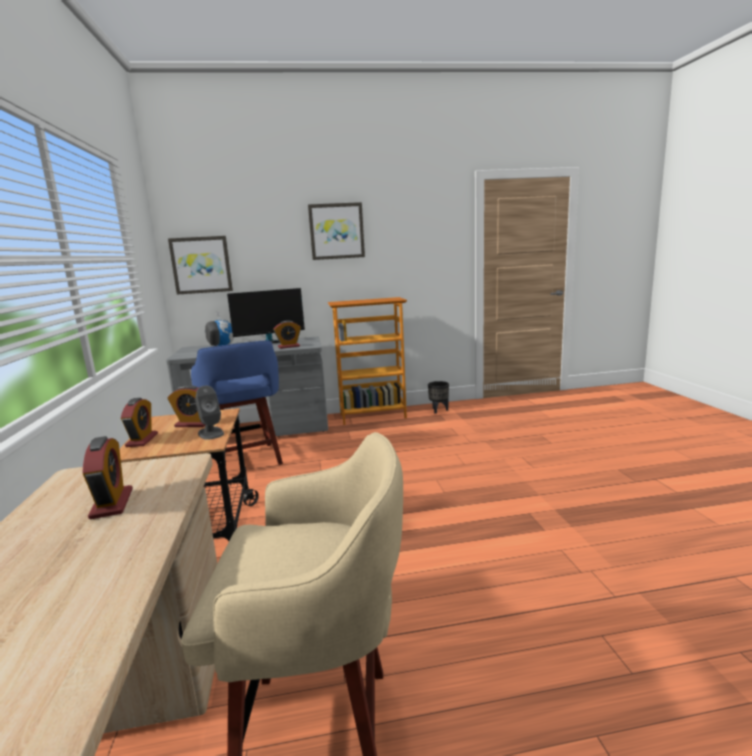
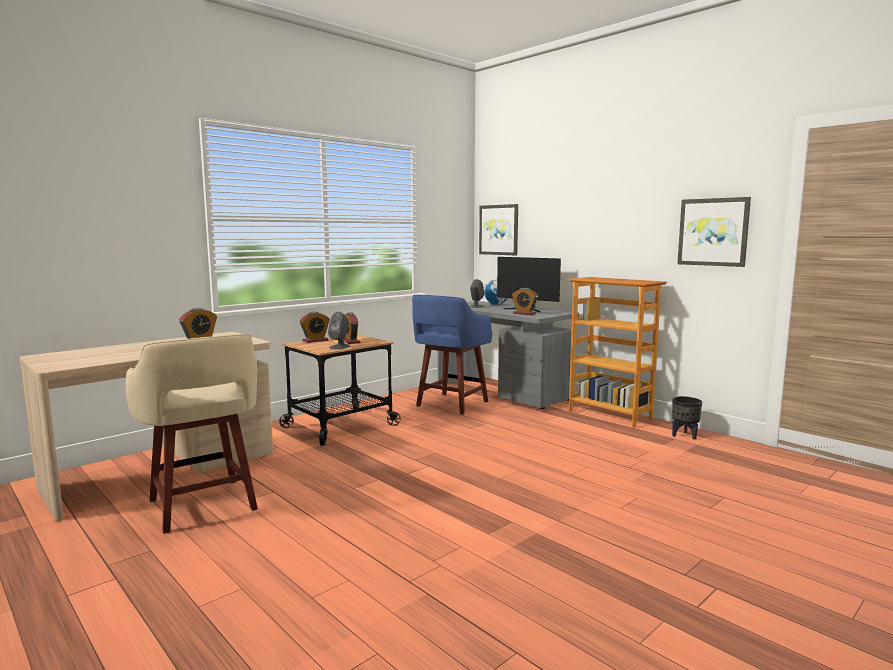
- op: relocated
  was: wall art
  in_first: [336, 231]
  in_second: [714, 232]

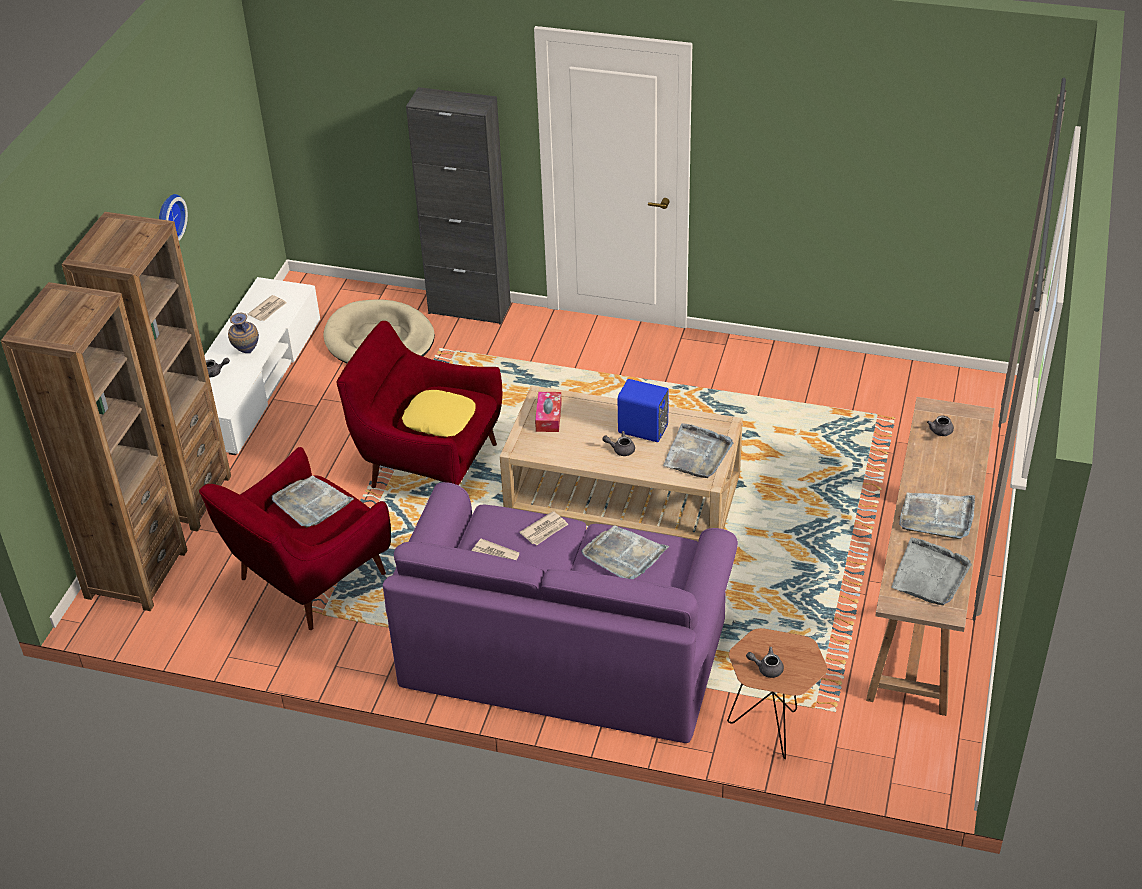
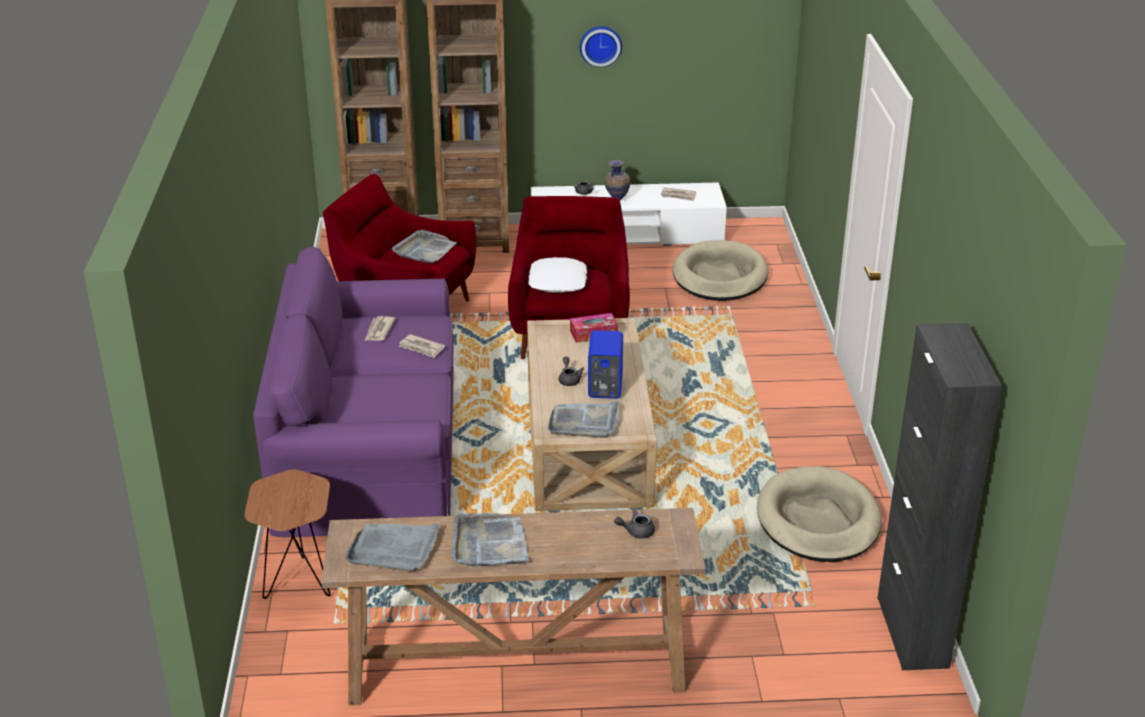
- op: colour
  was: yellow cushion
  now: white-coloured cushion
  in_first: [438, 413]
  in_second: [558, 275]
- op: relocated
  was: blackish storage cabinet
  in_first: [458, 206]
  in_second: [939, 496]
- op: missing
  was: grey serving tray
  in_first: [625, 552]
- op: missing
  was: grey tea pot
  in_first: [765, 662]
- op: appeared
  now: sand-coloured pet bed
  in_second: [819, 514]

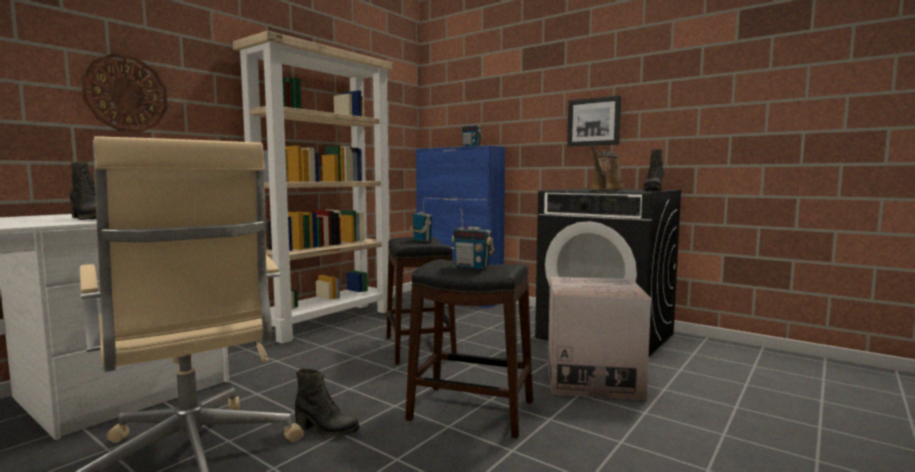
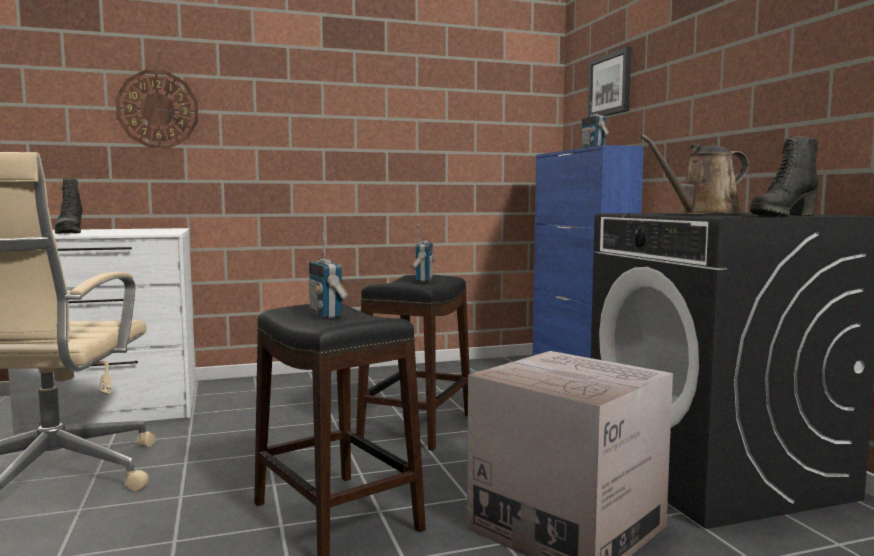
- op: missing
  was: sand-coloured bookshelf
  in_first: [313, 187]
- op: missing
  was: blackish boot
  in_first: [327, 403]
- op: relocated
  was: wall art
  in_first: [594, 121]
  in_second: [609, 82]

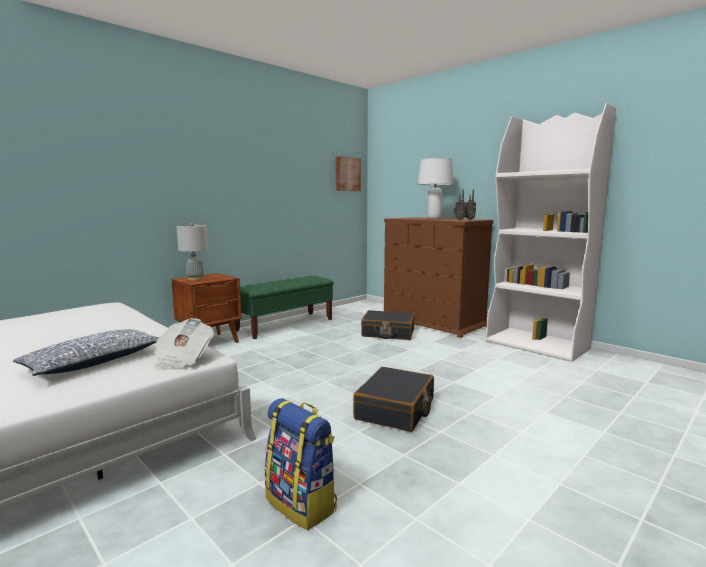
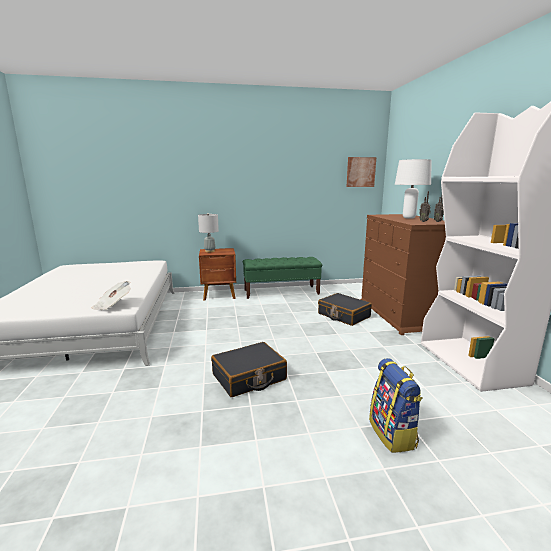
- op: missing
  was: cushion
  in_first: [86, 352]
- op: relocated
  was: rucksack
  in_first: [301, 464]
  in_second: [395, 405]

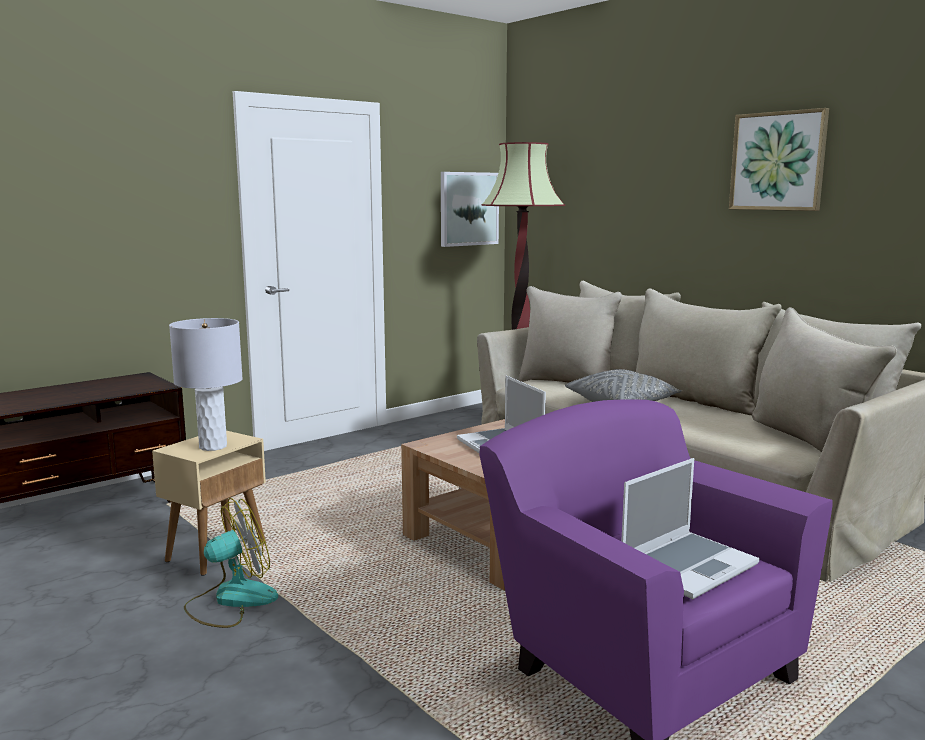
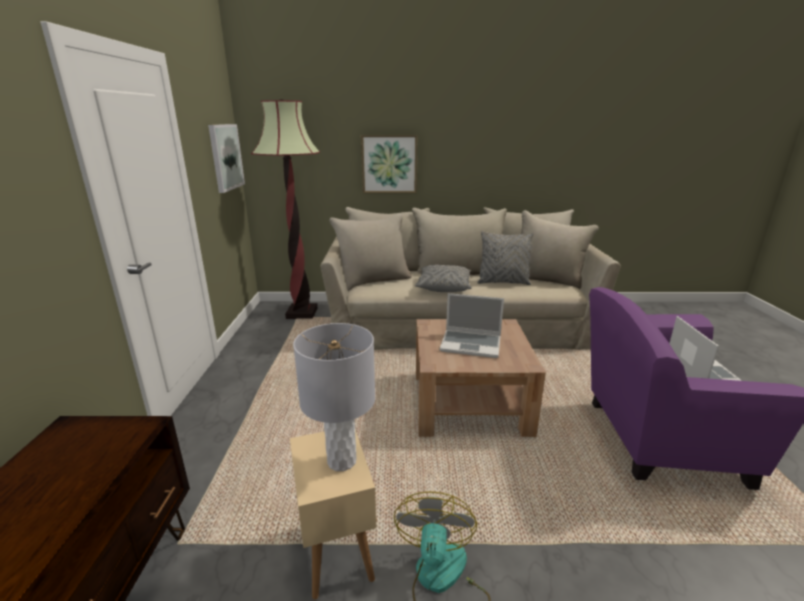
- op: relocated
  was: wall art
  in_first: [779, 159]
  in_second: [389, 164]
- op: appeared
  now: grey cushion
  in_second: [505, 258]

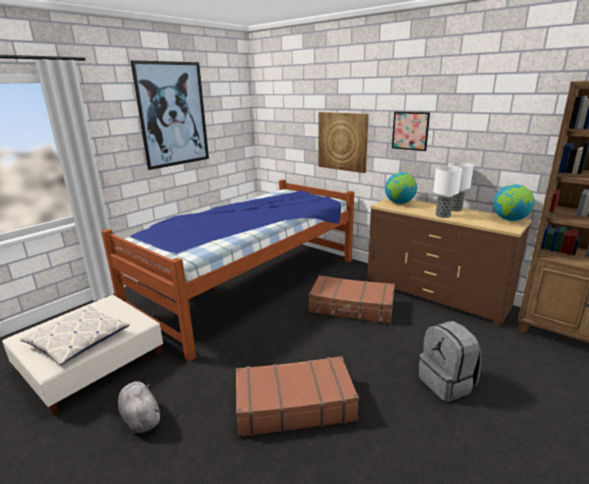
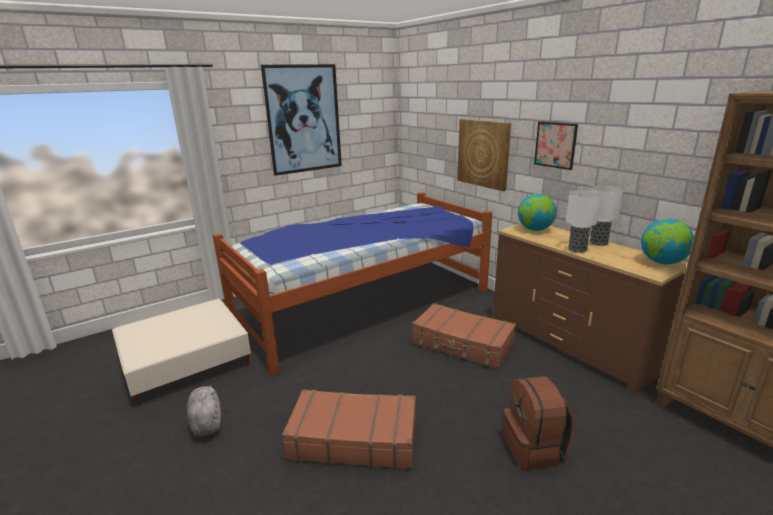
- op: missing
  was: cushion
  in_first: [75, 335]
- op: colour
  was: grey rucksack
  now: brown-coloured rucksack
  in_first: [450, 361]
  in_second: [538, 423]

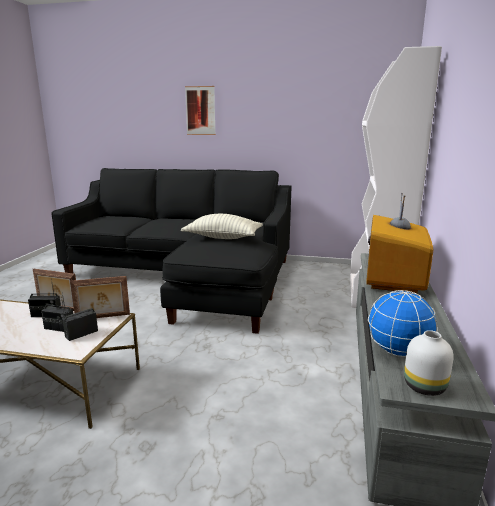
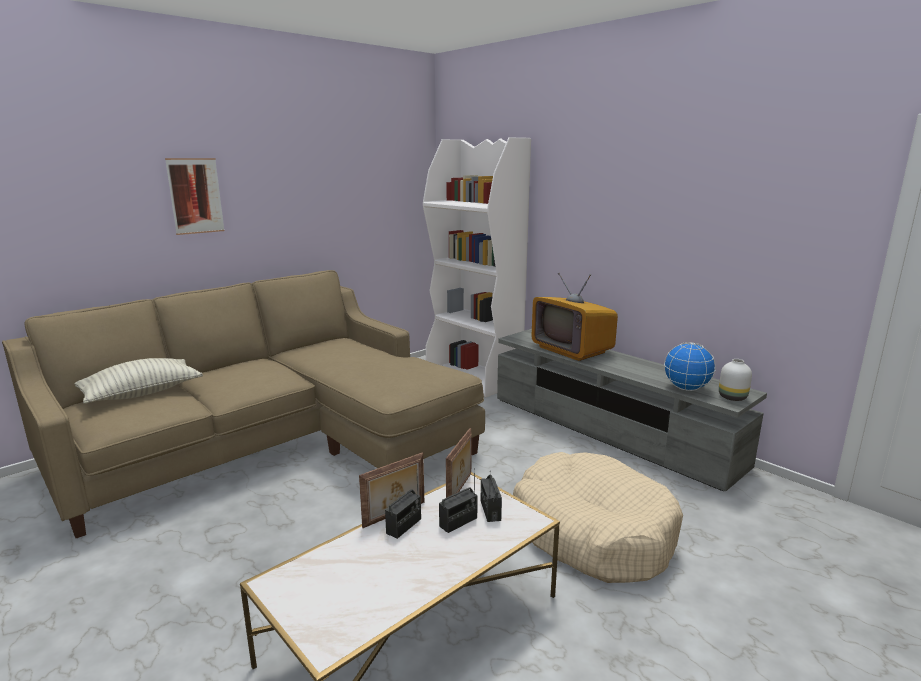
- op: colour
  was: blackish sofa
  now: sand-coloured sofa
  in_first: [172, 251]
  in_second: [243, 404]
- op: relocated
  was: cushion
  in_first: [222, 226]
  in_second: [139, 381]
- op: appeared
  now: sand-coloured pet bed
  in_second: [598, 517]

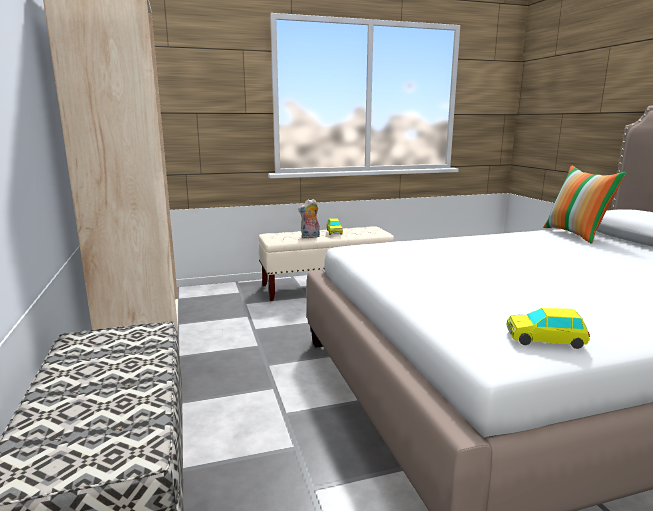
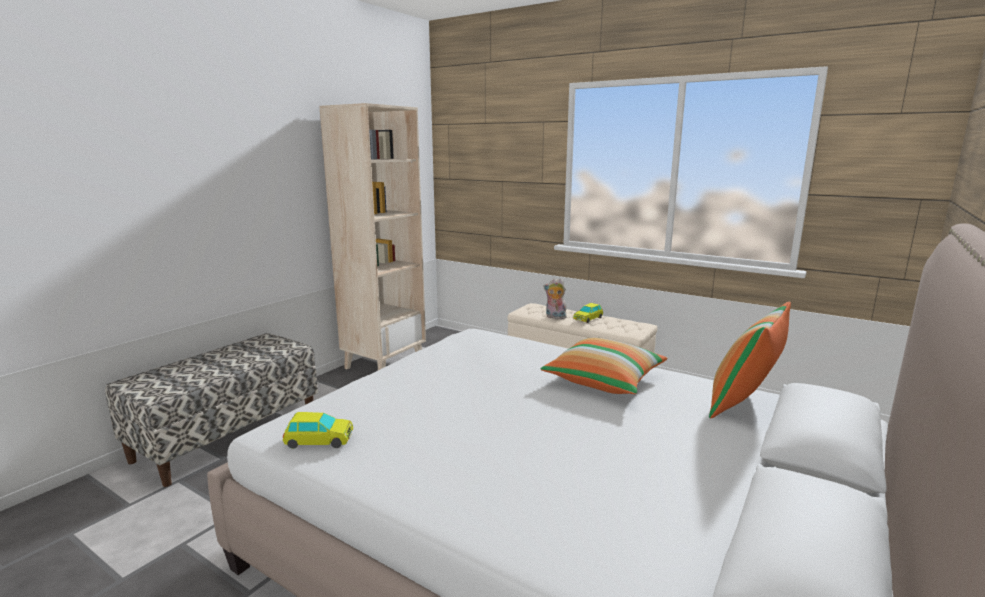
- op: spun
  was: model car
  in_first: [548, 328]
  in_second: [317, 430]
  clockwise: 120
- op: appeared
  now: cushion
  in_second: [603, 365]

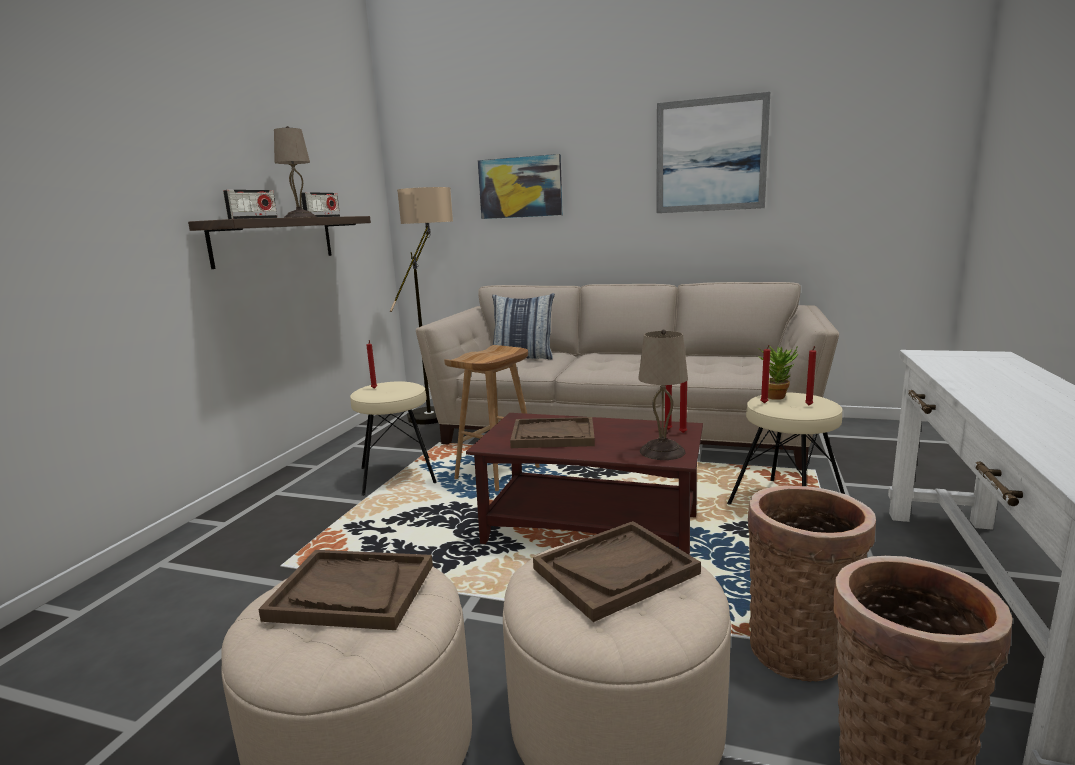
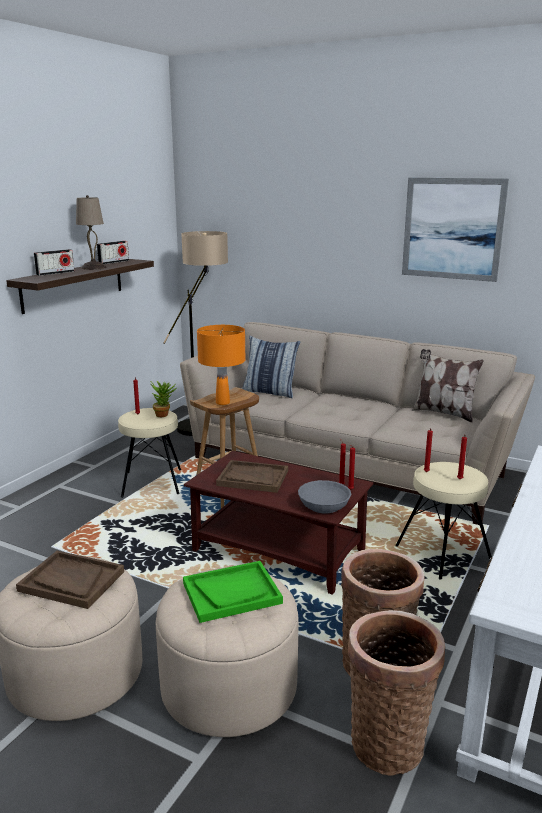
- op: missing
  was: wall art
  in_first: [520, 186]
- op: colour
  was: brown-coloured serving tray
  now: greenish serving tray
  in_first: [617, 571]
  in_second: [233, 592]
- op: exchanged
  was: sand-coloured table lamp
  now: grey serving bowl
  in_first: [663, 395]
  in_second: [325, 496]
- op: relocated
  was: houseplant
  in_first: [778, 373]
  in_second: [163, 399]
- op: appeared
  now: orange table lamp
  in_second: [221, 365]
- op: appeared
  now: cushion
  in_second: [448, 385]

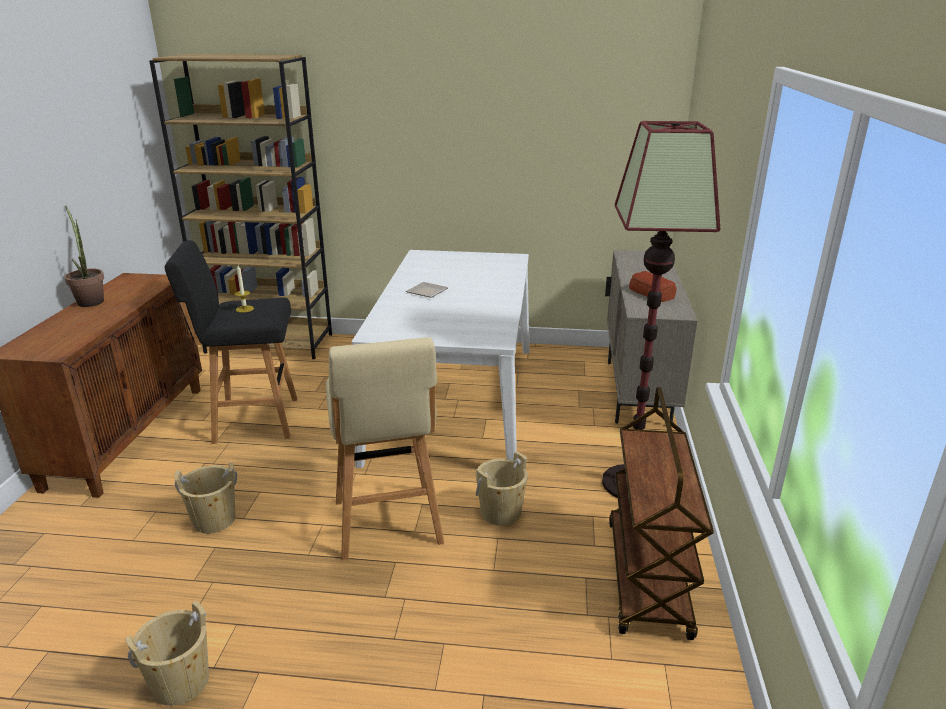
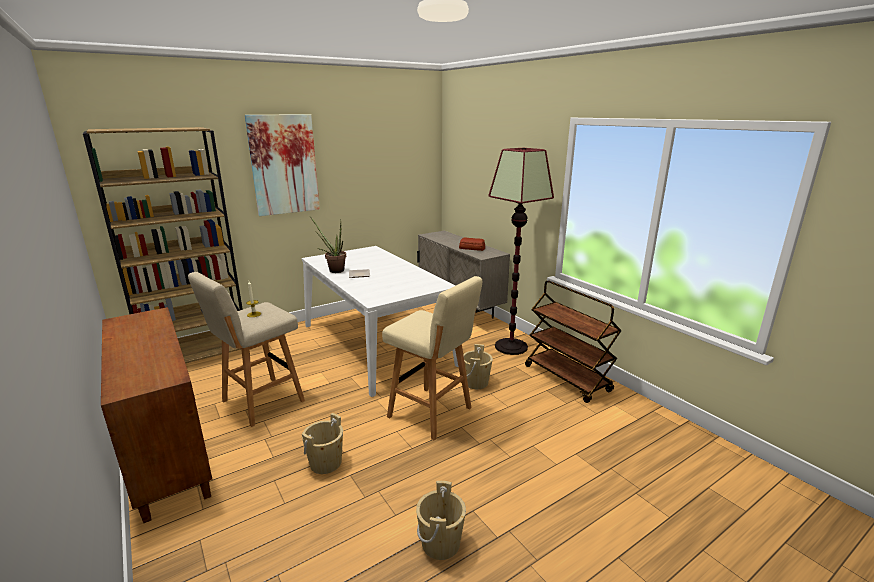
- op: relocated
  was: houseplant
  in_first: [84, 256]
  in_second: [328, 244]
- op: colour
  was: blackish stool
  now: sand-coloured stool
  in_first: [231, 342]
  in_second: [246, 349]
- op: appeared
  now: wall art
  in_second: [282, 165]

